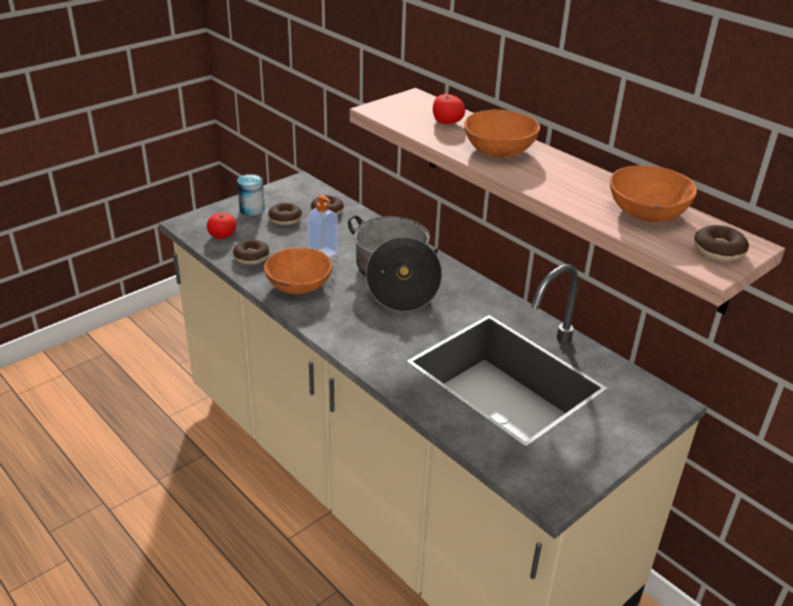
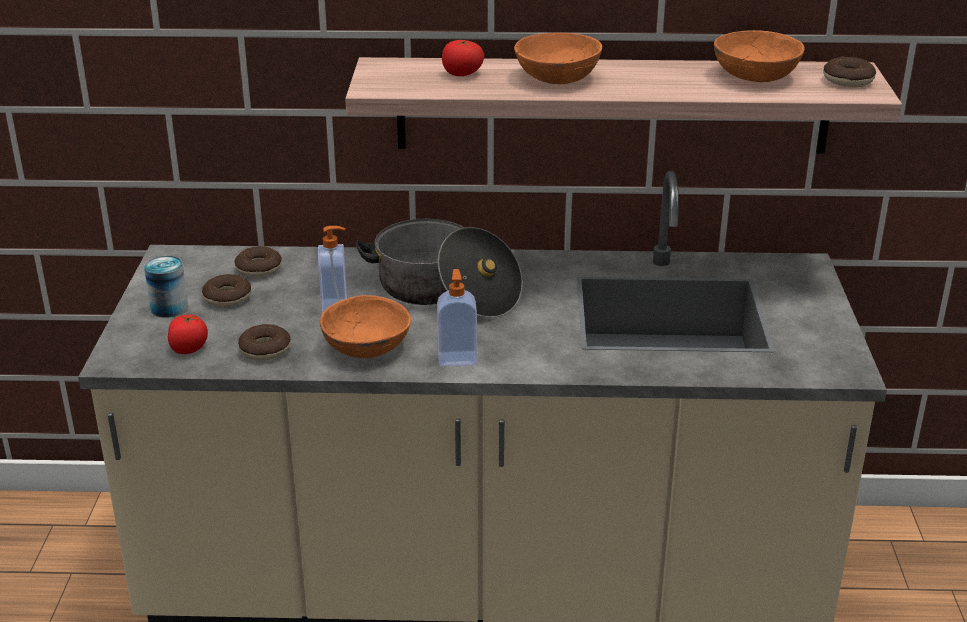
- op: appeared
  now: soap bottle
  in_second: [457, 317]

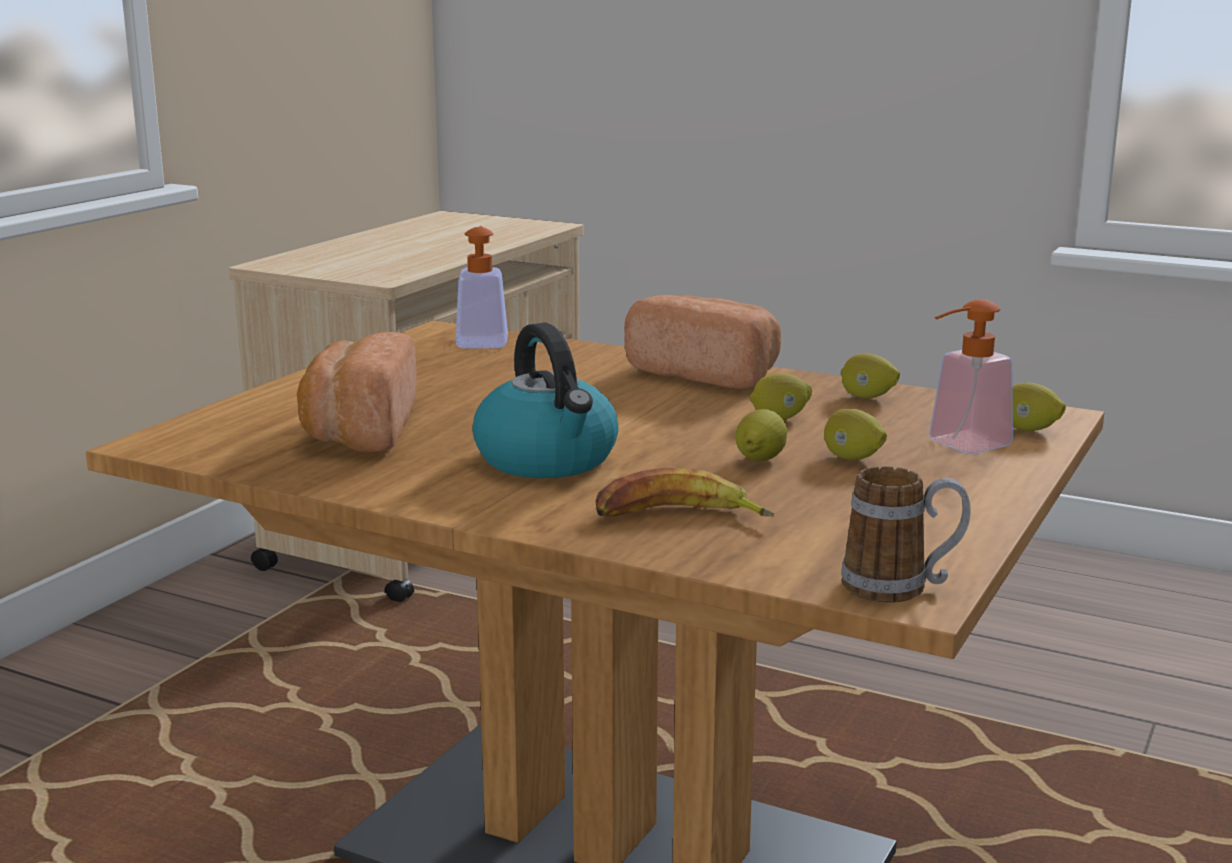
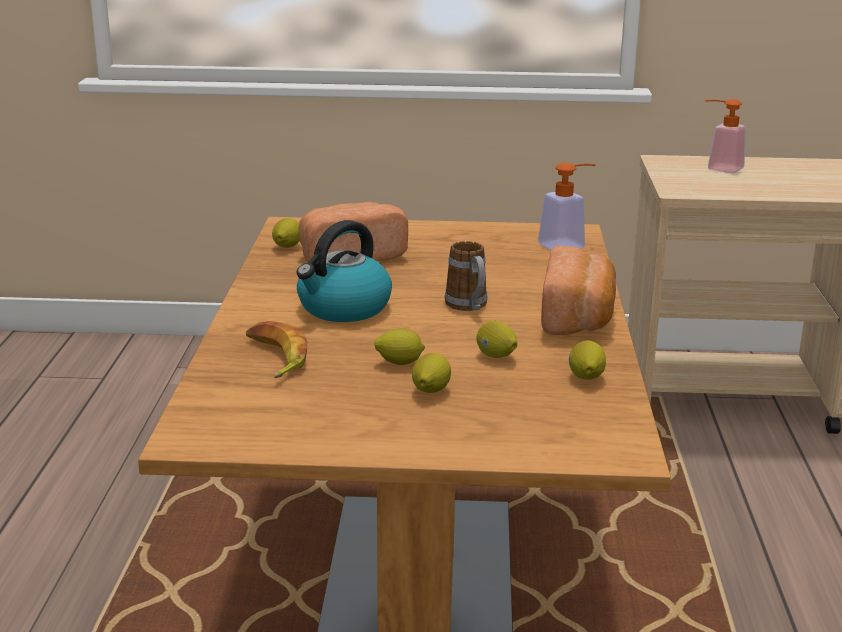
- op: relocated
  was: coffee mug
  in_first: [906, 534]
  in_second: [466, 276]
- op: relocated
  was: soap bottle
  in_first: [971, 376]
  in_second: [725, 136]
- op: relocated
  was: lemon
  in_first: [1039, 407]
  in_second: [285, 233]

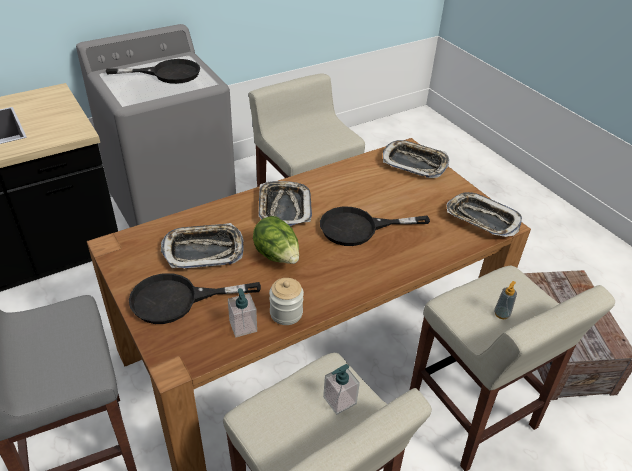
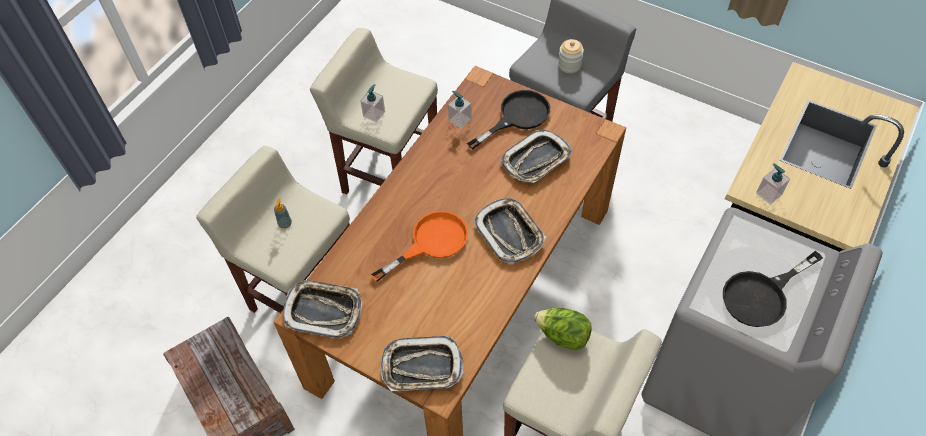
- op: relocated
  was: lettuce
  in_first: [276, 240]
  in_second: [563, 329]
- op: relocated
  was: jar
  in_first: [286, 301]
  in_second: [571, 56]
- op: colour
  was: blackish pan
  now: orange pan
  in_first: [375, 226]
  in_second: [419, 246]
- op: appeared
  now: soap bottle
  in_second: [773, 184]

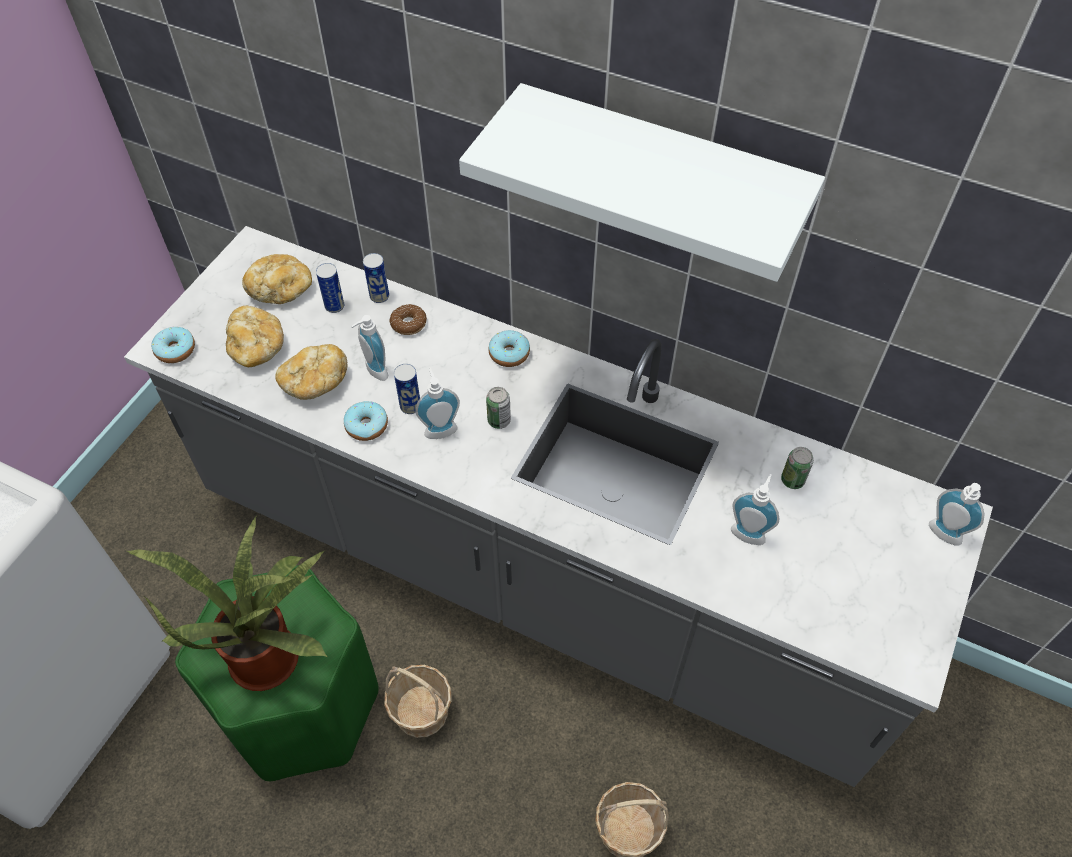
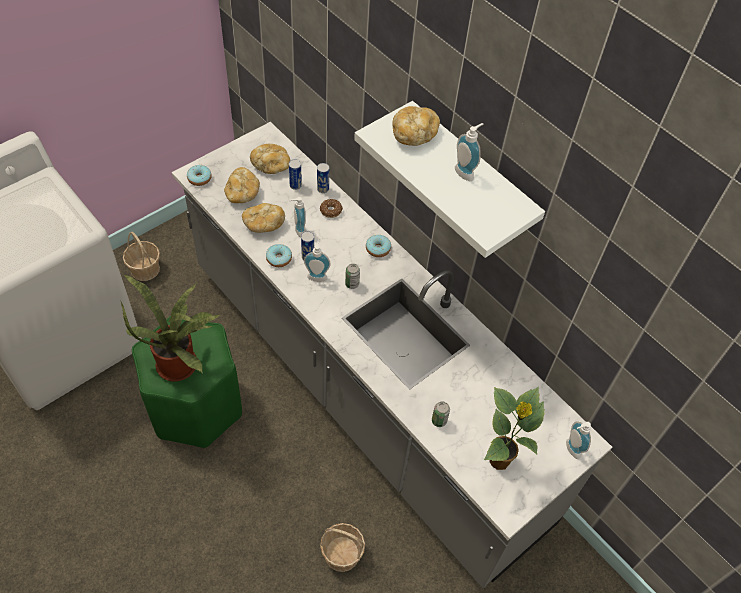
- op: relocated
  was: storage basket
  in_first: [417, 701]
  in_second: [141, 256]
- op: relocated
  was: soap bottle
  in_first: [755, 509]
  in_second: [469, 152]
- op: relocated
  was: can
  in_first: [797, 468]
  in_second: [441, 414]
- op: appeared
  now: bakery bread
  in_second: [416, 126]
- op: appeared
  now: houseplant
  in_second: [514, 428]

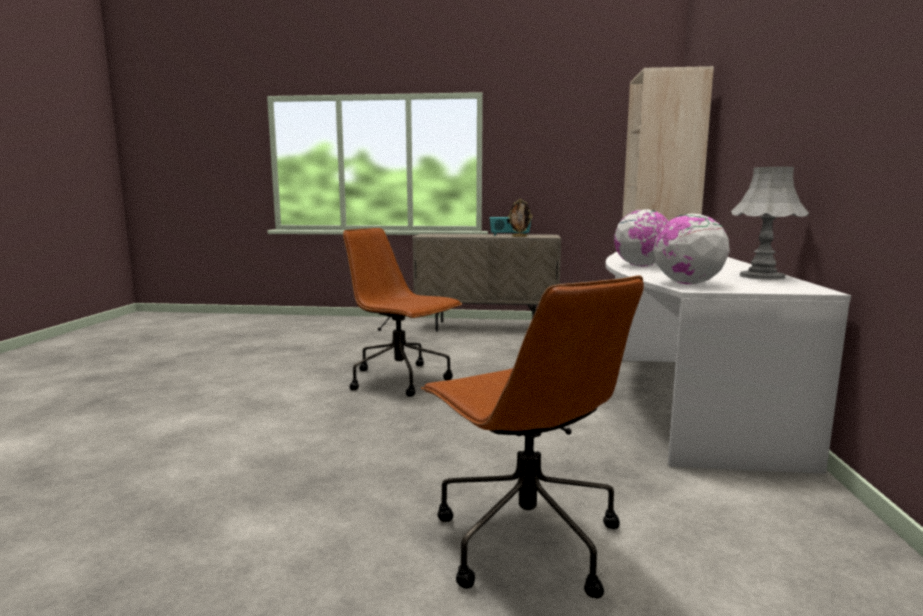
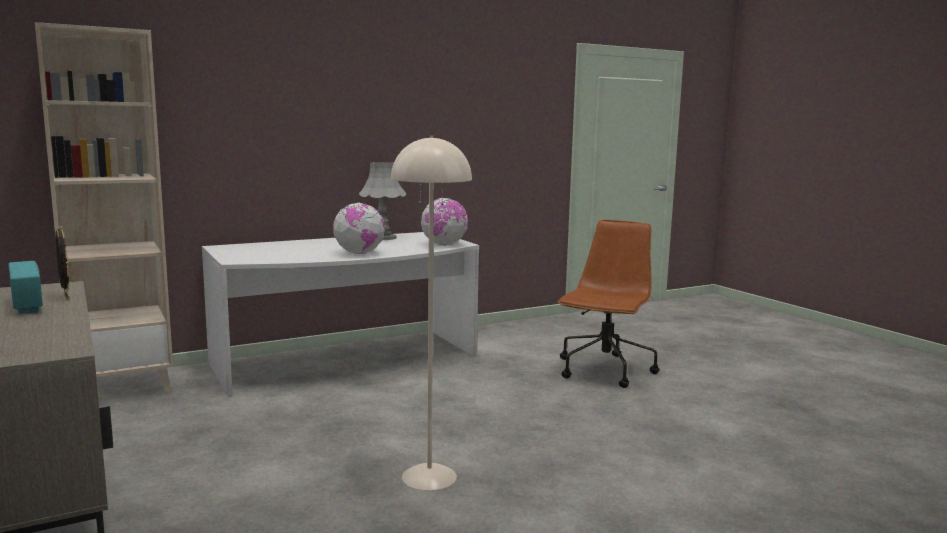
- op: exchanged
  was: brown-coloured office chair
  now: sand-coloured floor lamp
  in_first: [402, 312]
  in_second: [431, 312]

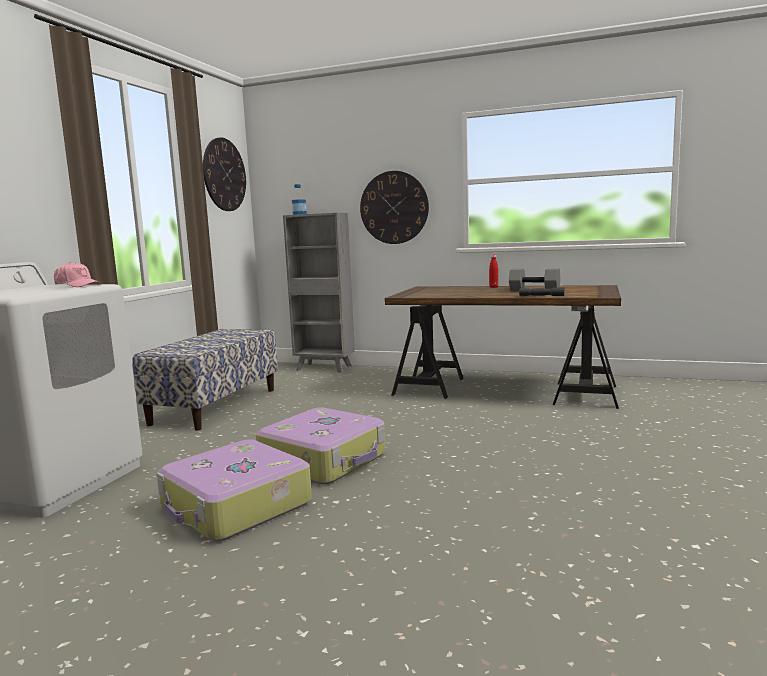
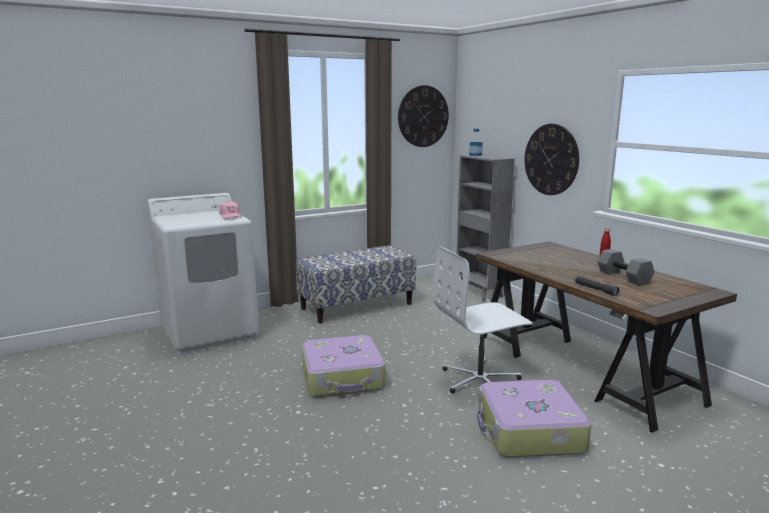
- op: relocated
  was: piece of luggage
  in_first: [234, 490]
  in_second: [534, 418]
- op: appeared
  now: white-coloured office chair
  in_second: [483, 319]

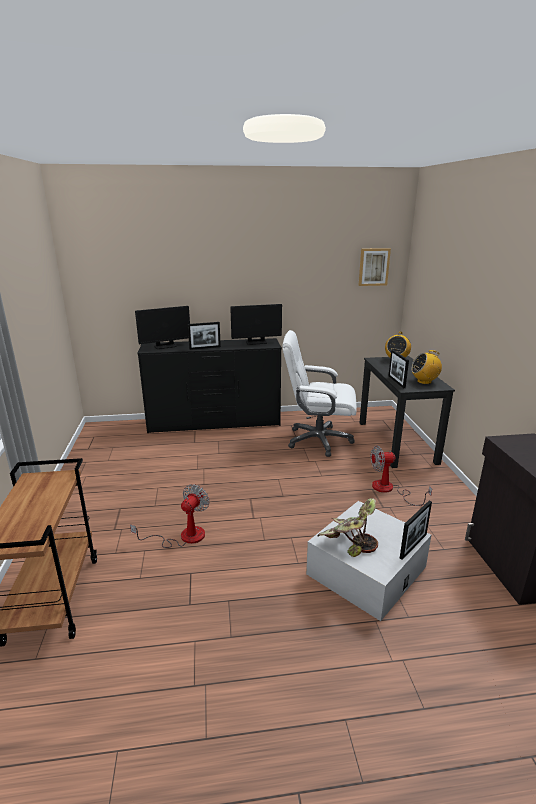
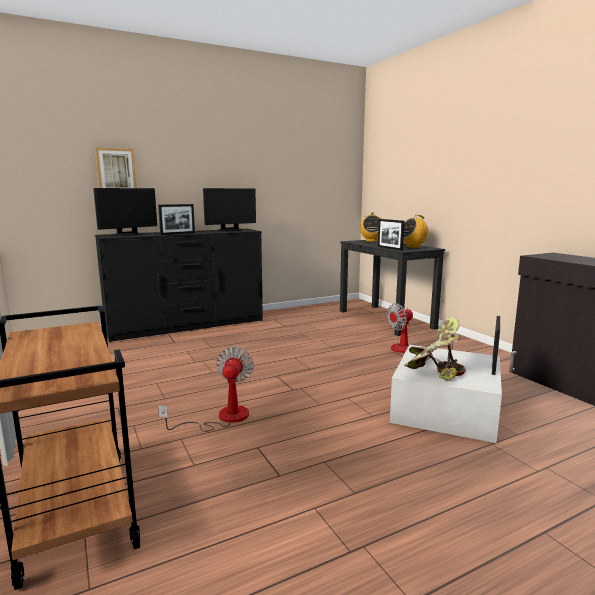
- op: missing
  was: white-coloured office chair
  in_first: [319, 393]
- op: relocated
  was: wall art
  in_first: [374, 267]
  in_second: [116, 167]

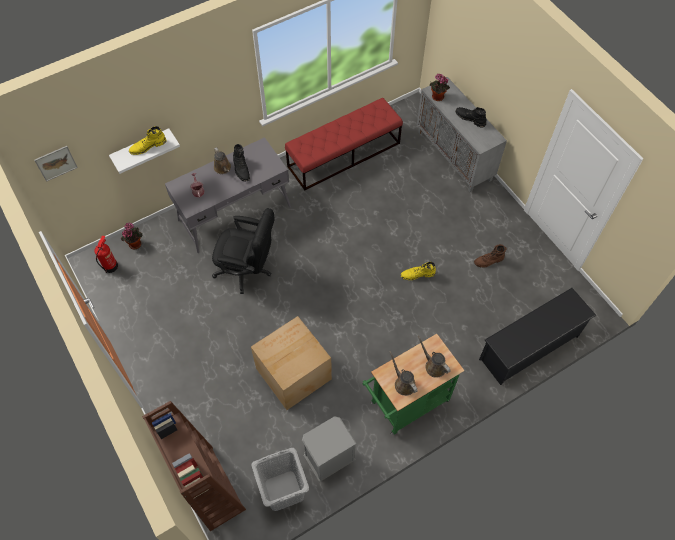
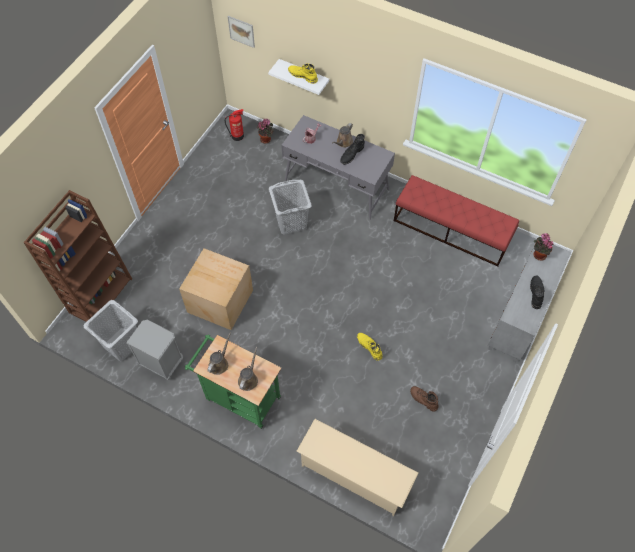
- op: exchanged
  was: blackish office chair
  now: grey hamper
  in_first: [243, 251]
  in_second: [290, 207]
- op: colour
  was: blackish shoe rack
  now: sand-coloured shoe rack
  in_first: [537, 336]
  in_second: [357, 467]

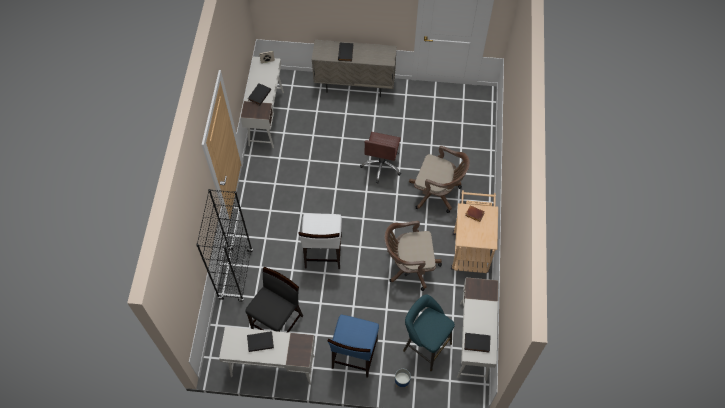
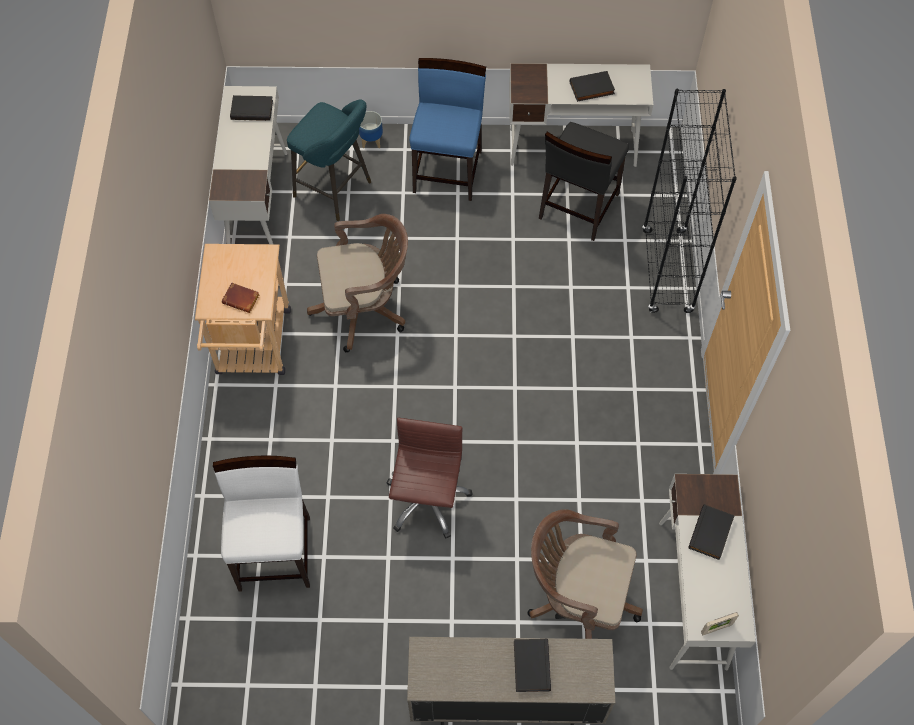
- op: relocated
  was: white-coloured upright chair
  in_first: [320, 241]
  in_second: [261, 524]
- op: relocated
  was: brown-coloured office chair
  in_first: [439, 179]
  in_second: [585, 574]

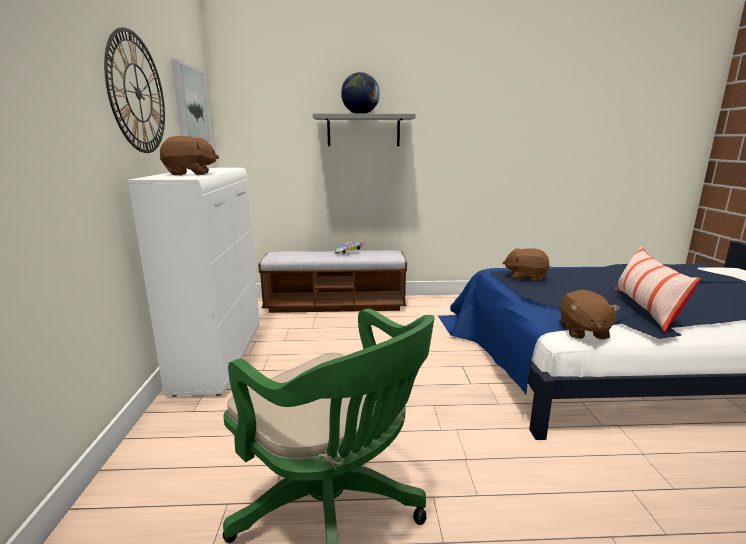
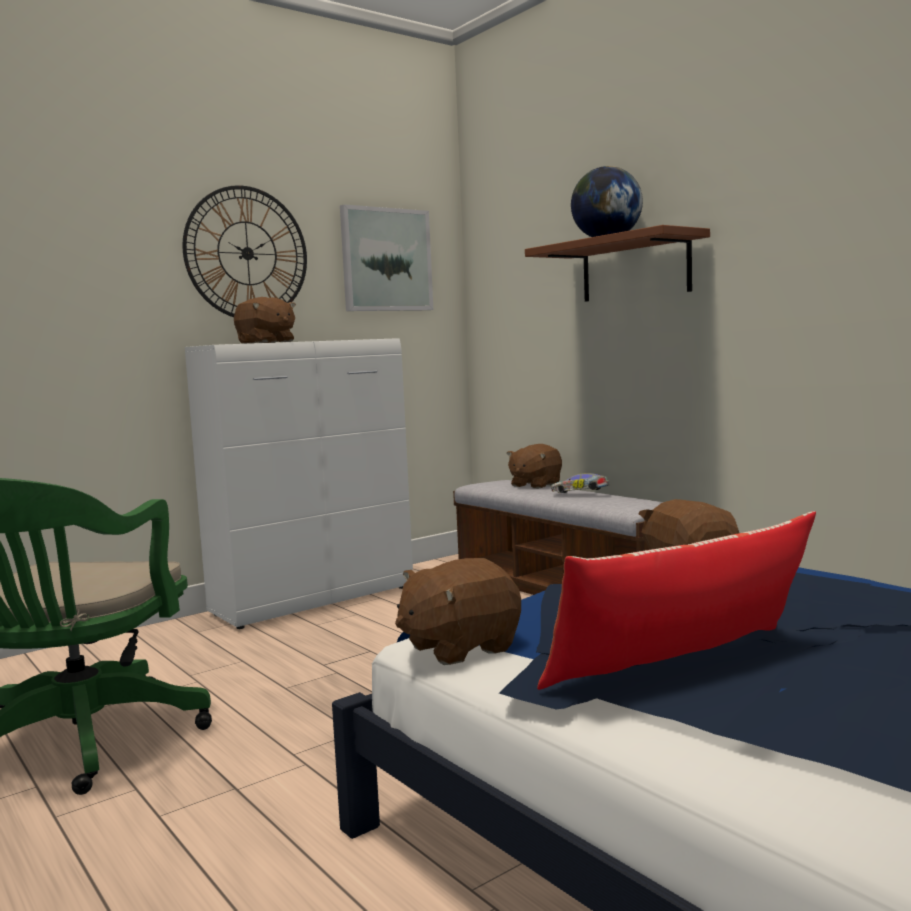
- op: colour
  was: grey bracket shelf
  now: brown-coloured bracket shelf
  in_first: [364, 129]
  in_second: [617, 263]
- op: appeared
  now: brown-coloured cuddly toy
  in_second: [534, 466]

